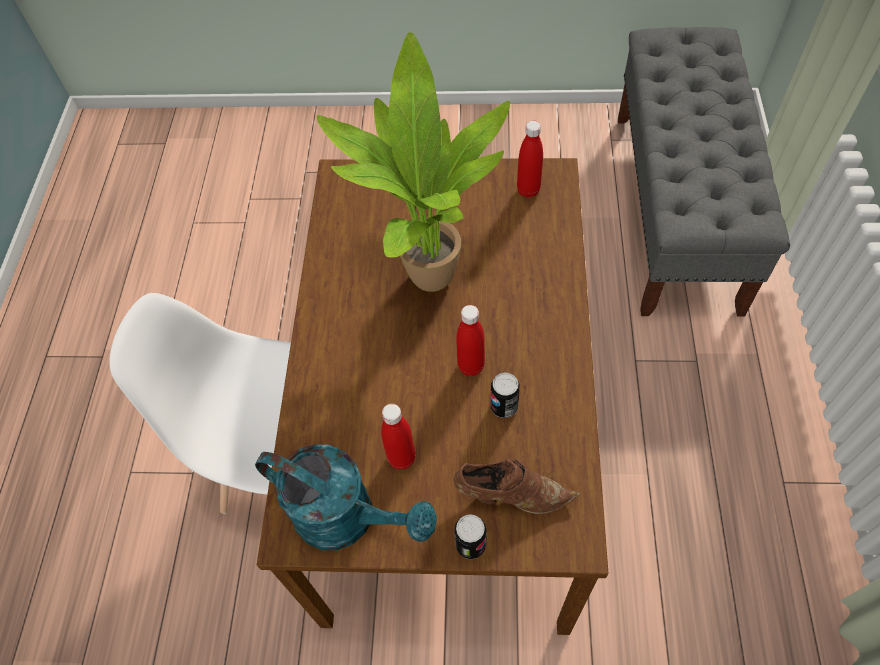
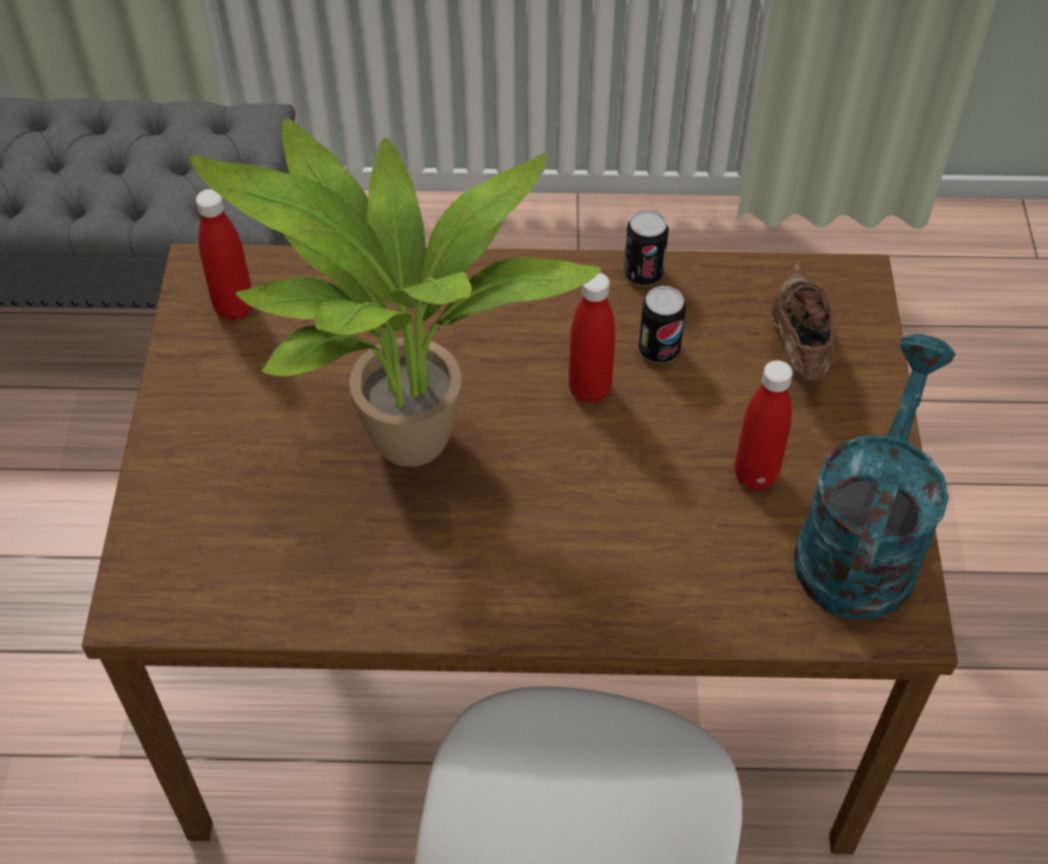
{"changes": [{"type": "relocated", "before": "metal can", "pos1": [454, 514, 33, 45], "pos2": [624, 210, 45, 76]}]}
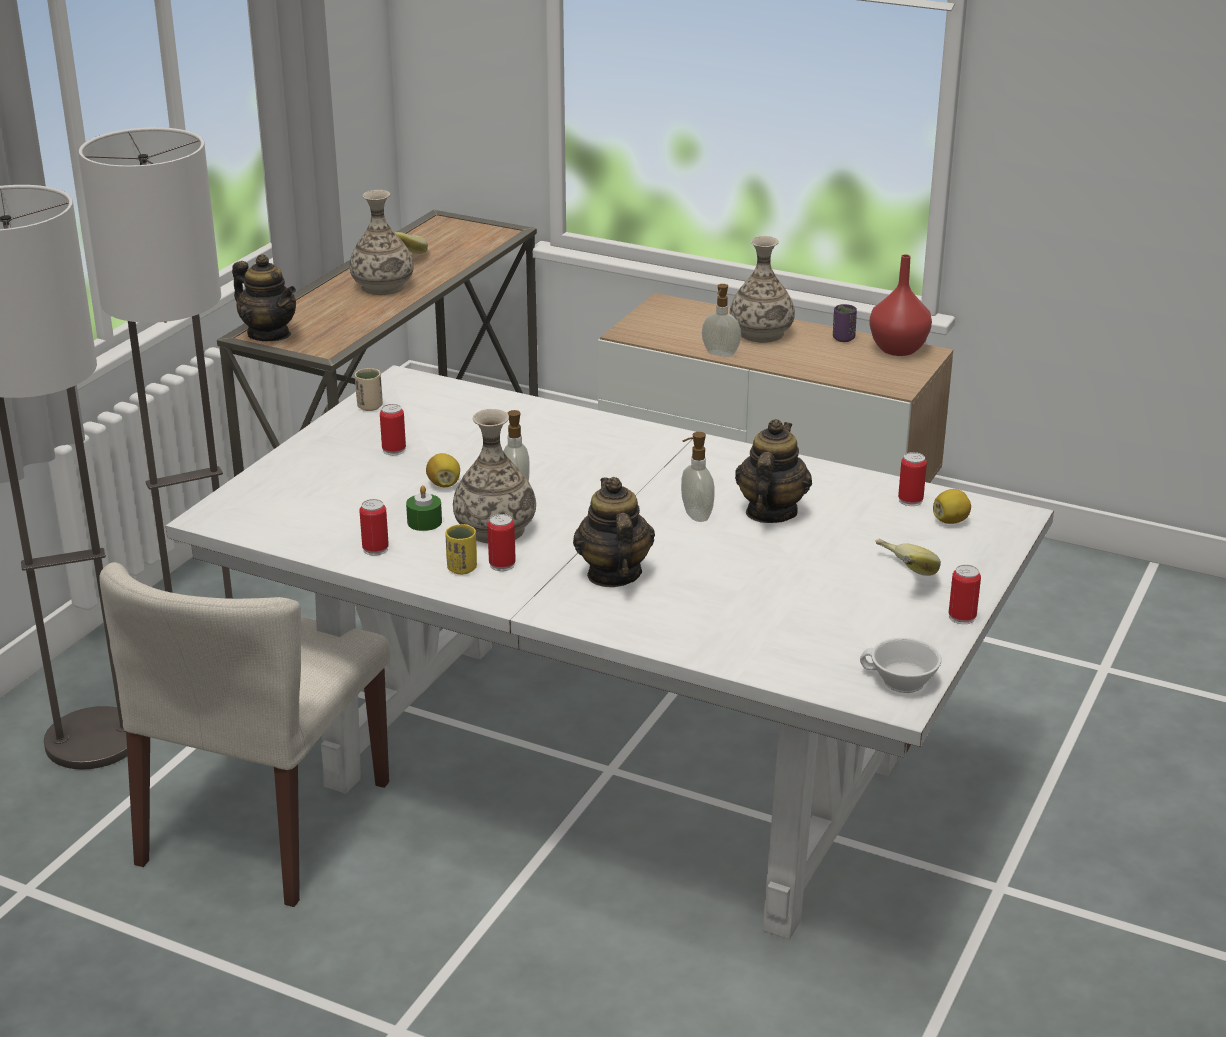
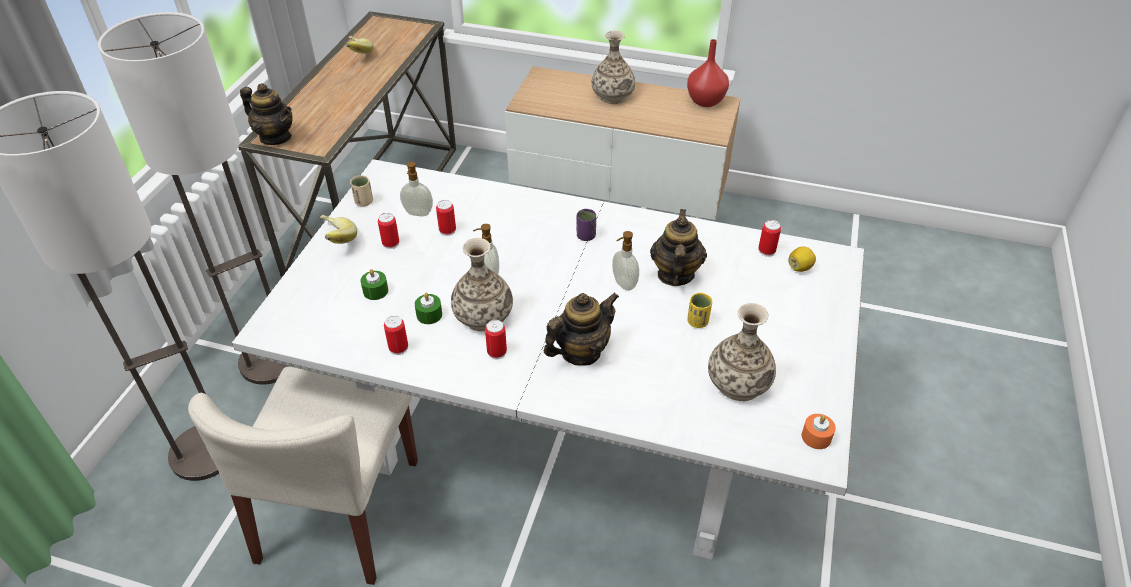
{"changes": [{"type": "missing", "before": "whole lemon", "pos1": [426, 453, 34, 34]}, {"type": "appeared", "after": "wax candle/green", "pos2": [361, 269, 27, 31]}, {"type": "relocated", "before": "decorative vase", "pos1": [349, 190, 65, 105], "pos2": [708, 303, 68, 98]}, {"type": "relocated", "before": "cup/yellow", "pos1": [445, 524, 32, 51], "pos2": [687, 293, 25, 35]}, {"type": "relocated", "before": "soap bottle", "pos1": [702, 284, 39, 73], "pos2": [400, 162, 33, 54]}, {"type": "relocated", "before": "cup/purple-coloured", "pos1": [833, 304, 24, 38], "pos2": [576, 209, 20, 32]}, {"type": "relocated", "before": "banana", "pos1": [875, 538, 66, 38], "pos2": [320, 214, 37, 30]}, {"type": "relocated", "before": "metal can", "pos1": [949, 565, 32, 59], "pos2": [436, 200, 20, 36]}, {"type": "exchanged", "before": "cup/white", "after": "wax candle/orange-coloured", "pos1": [860, 638, 82, 55], "pos2": [802, 414, 34, 35]}, {"type": "spun", "before": "tea pot", "pos1": [573, 477, 82, 110], "pos2": [544, 293, 75, 73], "turn": 75}]}
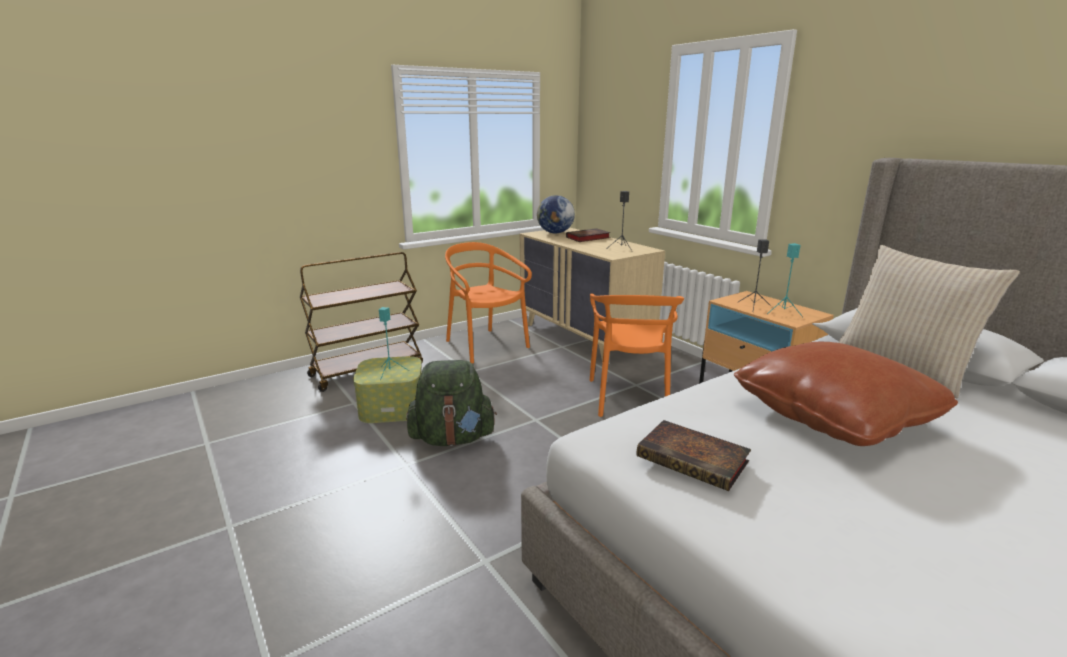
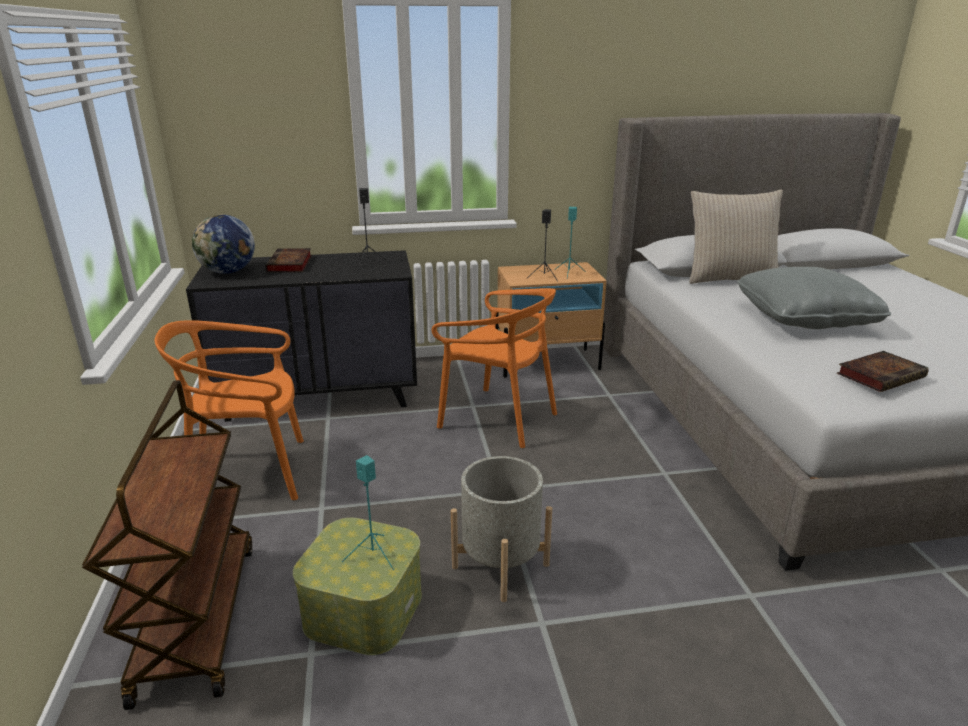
{"changes": [{"type": "exchanged", "before": "rucksack/green", "after": "planter/gray", "pos1": [406, 360, 91, 86], "pos2": [451, 456, 101, 146]}, {"type": "colour", "before": "drawer chest/beige-coloured", "after": "drawer chest/black", "pos1": [520, 227, 145, 136], "pos2": [186, 250, 231, 172]}, {"type": "colour", "before": "pillow/brown-coloured", "after": "pillow/gray", "pos1": [734, 342, 224, 104], "pos2": [737, 267, 154, 62]}]}
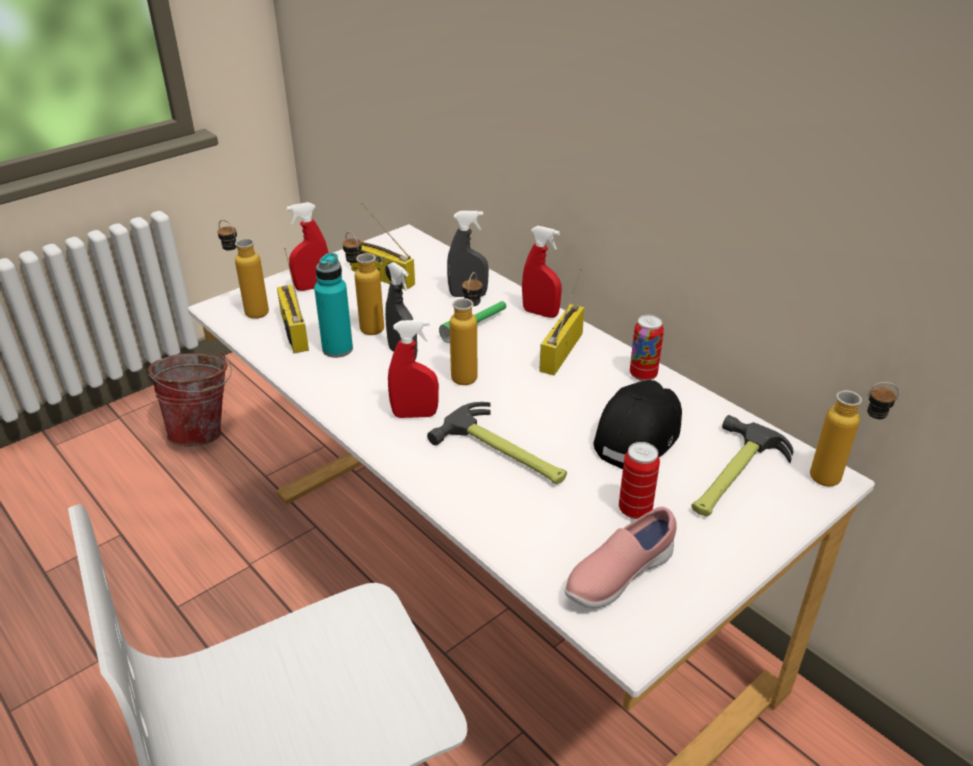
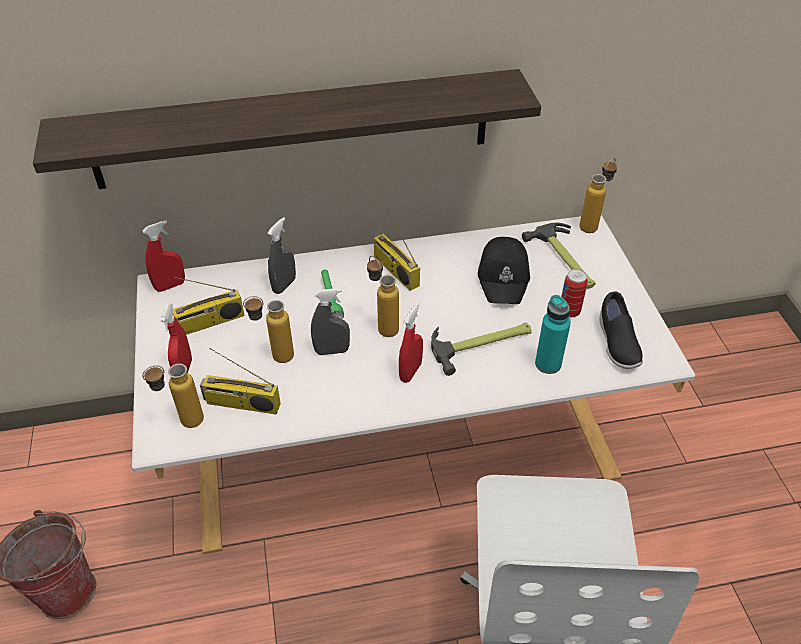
{"changes": [{"type": "missing", "before": "metal can", "pos1": [630, 315, 34, 66]}, {"type": "appeared", "after": "bracket shelf", "pos2": [33, 69, 508, 120]}, {"type": "relocated", "before": "beverage bottle/turquoise-coloured", "pos1": [314, 253, 39, 105], "pos2": [535, 295, 36, 79]}, {"type": "relocated", "before": "spray bottle/red-coloured", "pos1": [522, 226, 40, 92], "pos2": [142, 221, 43, 71]}, {"type": "colour", "before": "shoe/pinkish", "after": "shoe/black", "pos1": [564, 507, 113, 101], "pos2": [599, 291, 44, 78]}, {"type": "spun", "before": "baseball cap/black", "pos1": [593, 380, 89, 89], "pos2": [478, 237, 52, 67], "turn": -150}]}
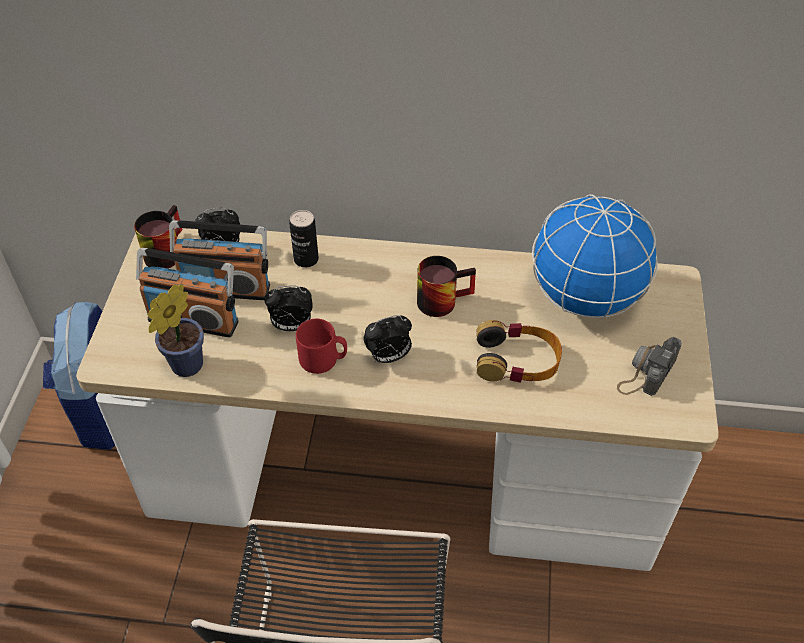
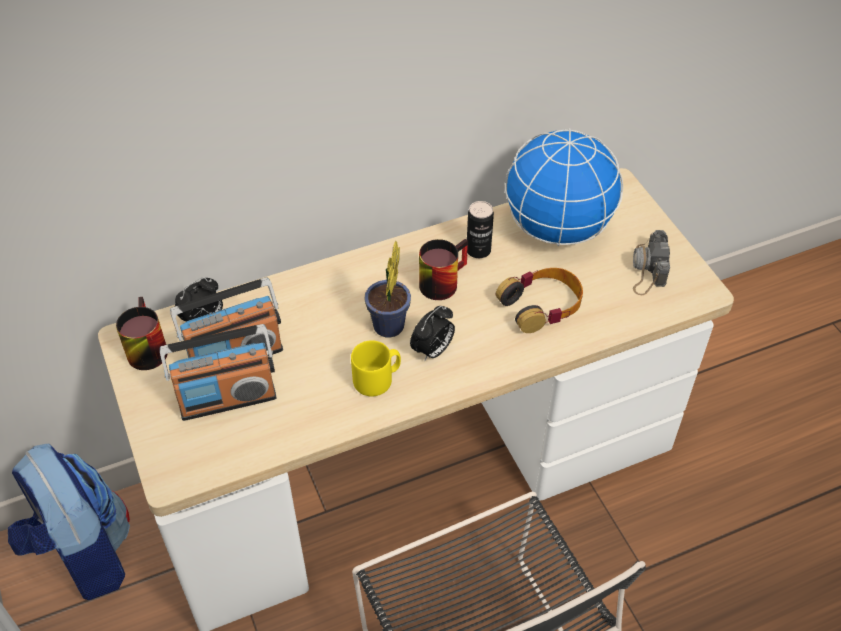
{"changes": [{"type": "missing", "before": "table clock", "pos1": [264, 285, 49, 46]}, {"type": "relocated", "before": "houseplant", "pos1": [147, 284, 57, 93], "pos2": [364, 241, 47, 97]}, {"type": "relocated", "before": "metal can", "pos1": [289, 210, 30, 57], "pos2": [467, 201, 27, 57]}, {"type": "colour", "before": "coffee mug/red-coloured", "after": "coffee mug/yellow", "pos1": [296, 319, 51, 55], "pos2": [351, 340, 50, 56]}]}
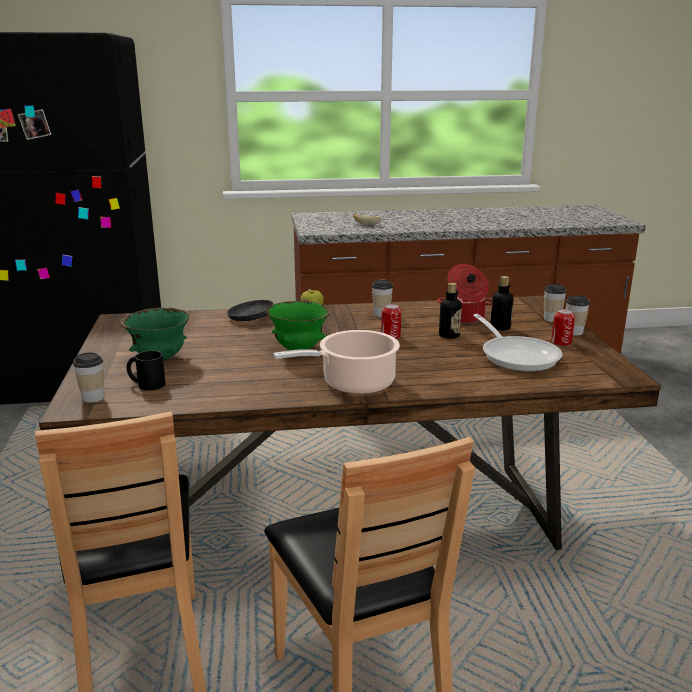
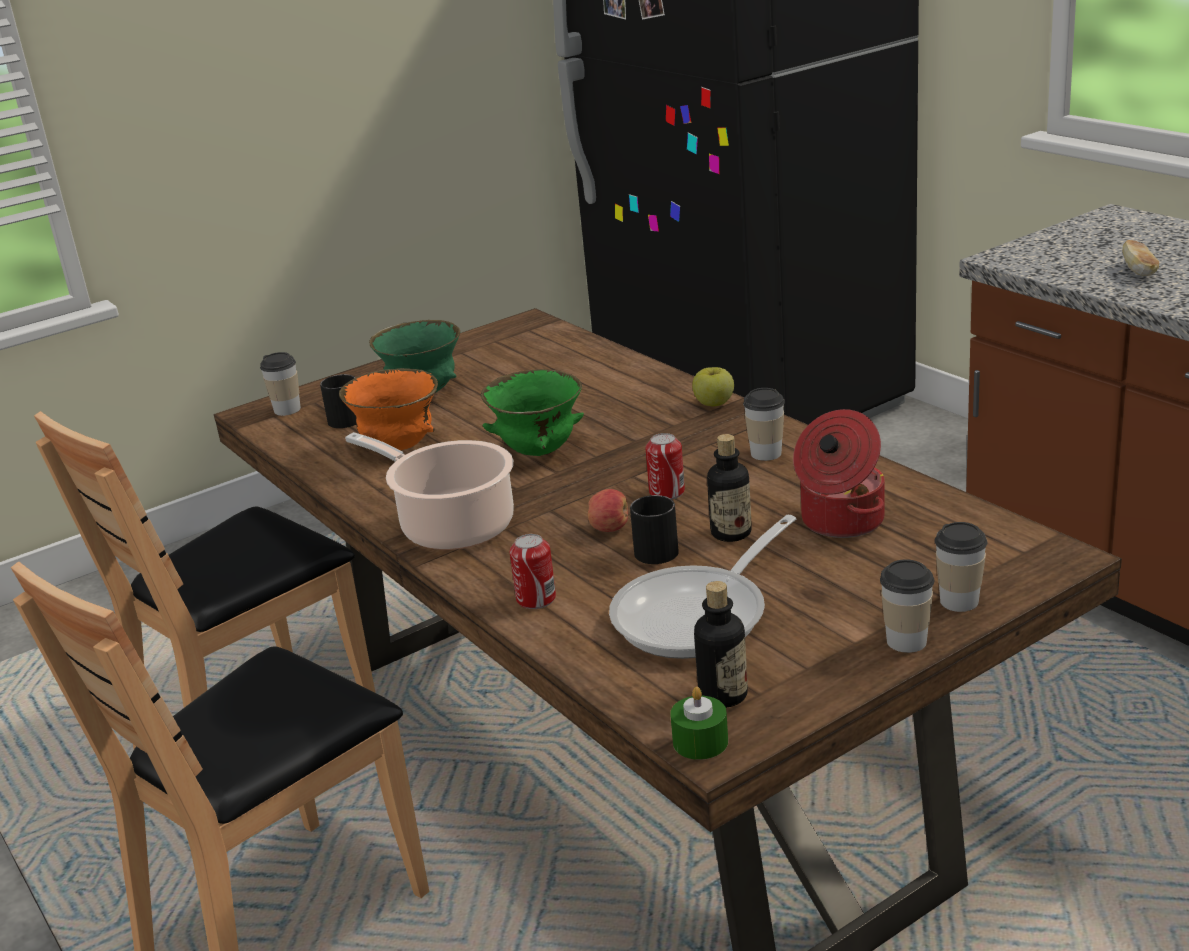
{"changes": [{"type": "missing", "before": "skillet/black", "pos1": [227, 299, 83, 22]}, {"type": "appeared", "after": "serving bowl/orange-coloured", "pos2": [339, 368, 99, 83]}, {"type": "appeared", "after": "apple fruit", "pos2": [588, 489, 40, 43]}, {"type": "appeared", "after": "coffee mug/black", "pos2": [630, 495, 49, 69]}, {"type": "appeared", "after": "wax candle/green", "pos2": [670, 687, 58, 73]}, {"type": "relocated", "before": "beverage bottle", "pos1": [490, 276, 24, 55], "pos2": [694, 581, 54, 127]}, {"type": "relocated", "before": "metal can", "pos1": [551, 309, 24, 37], "pos2": [510, 534, 46, 75]}]}
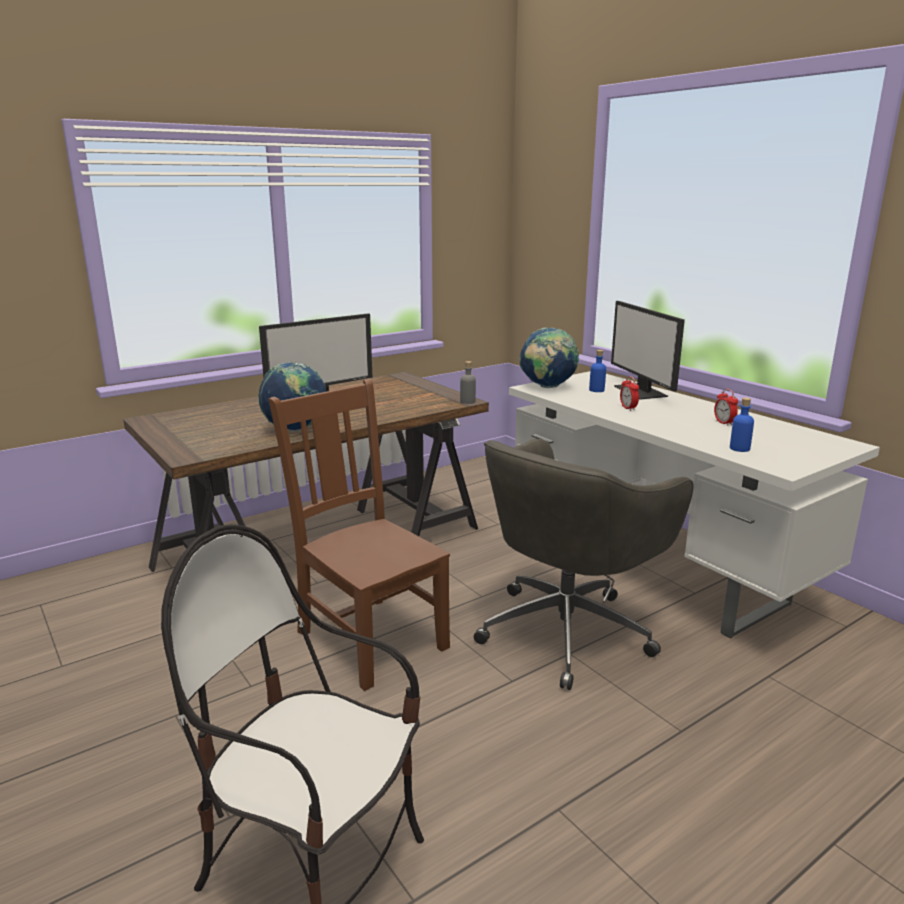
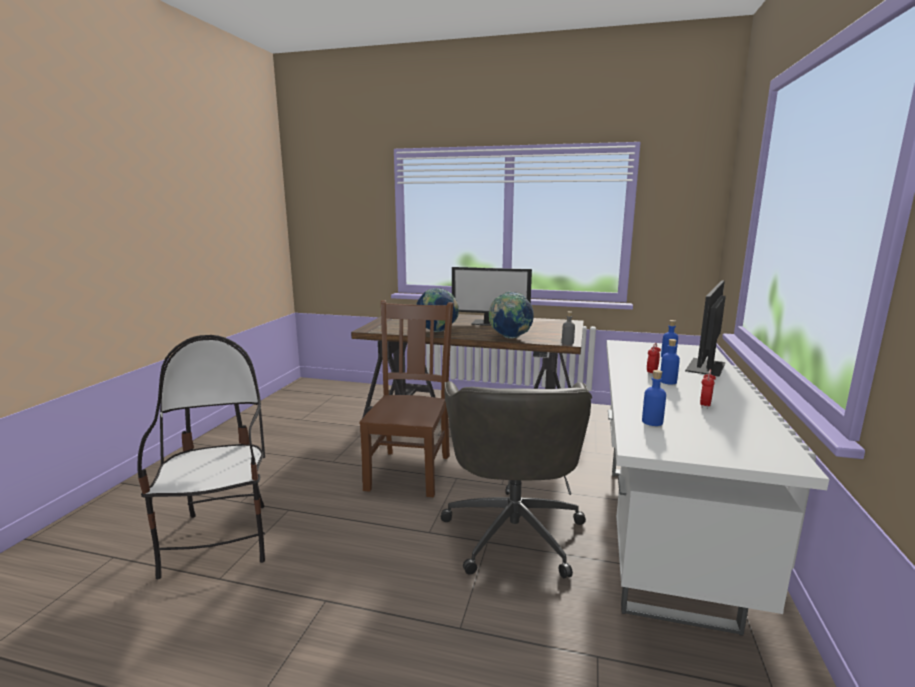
{"changes": [{"type": "appeared", "after": "beverage bottle/blue-coloured", "pos2": [660, 339, 20, 46]}, {"type": "relocated", "before": "world globe", "pos1": [520, 327, 59, 61], "pos2": [489, 292, 45, 47]}, {"type": "spun", "before": "office chair/gray", "pos1": [474, 439, 219, 251], "pos2": [441, 381, 151, 197], "turn": -90}]}
